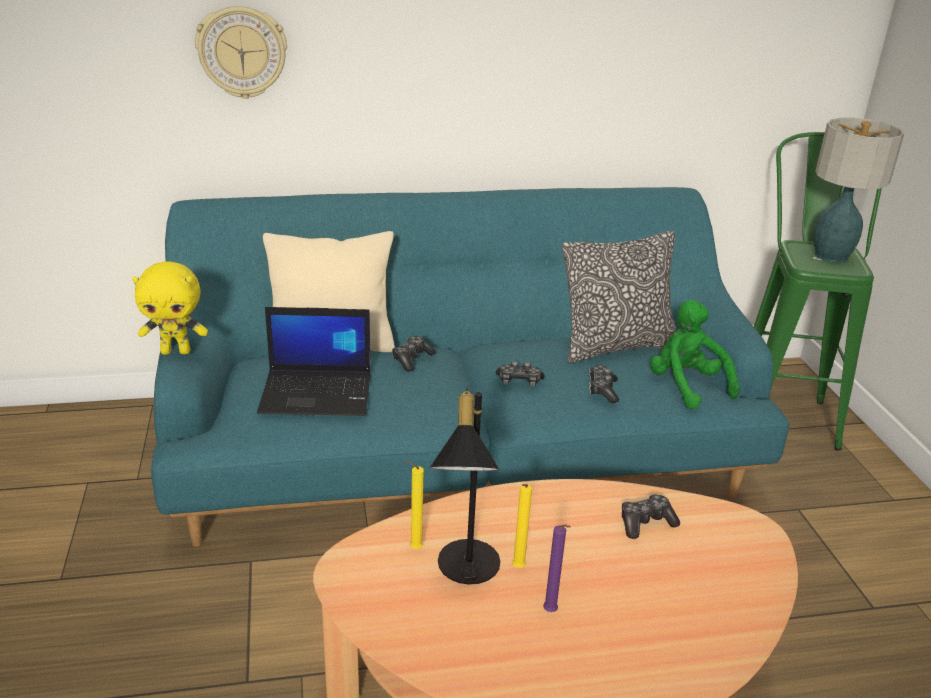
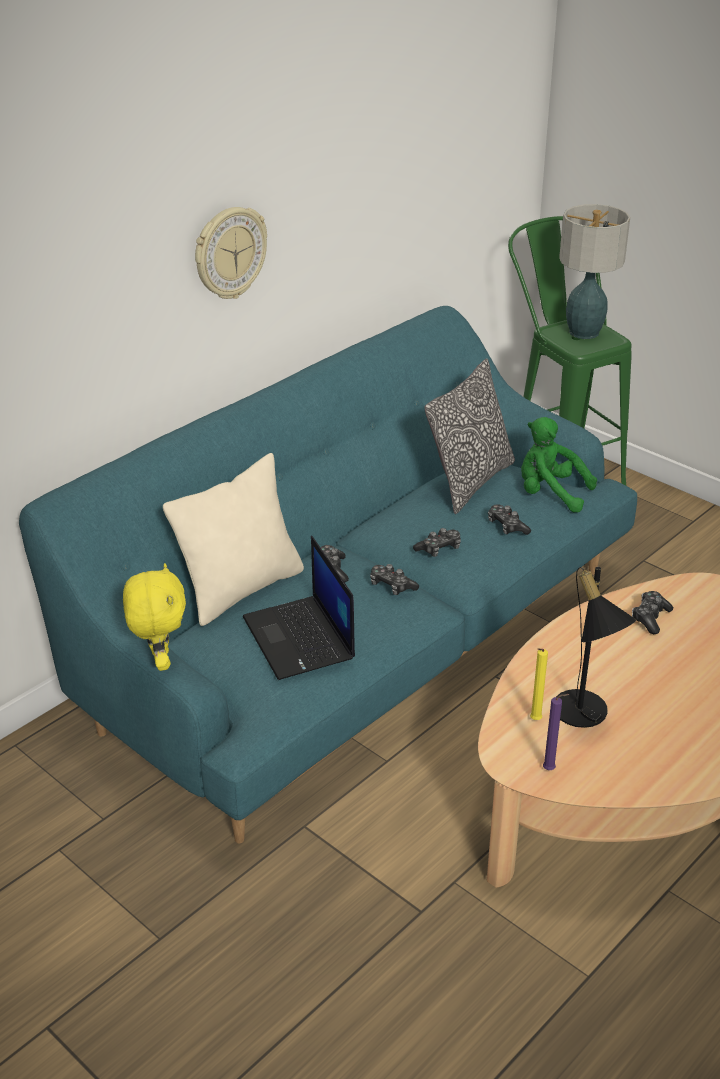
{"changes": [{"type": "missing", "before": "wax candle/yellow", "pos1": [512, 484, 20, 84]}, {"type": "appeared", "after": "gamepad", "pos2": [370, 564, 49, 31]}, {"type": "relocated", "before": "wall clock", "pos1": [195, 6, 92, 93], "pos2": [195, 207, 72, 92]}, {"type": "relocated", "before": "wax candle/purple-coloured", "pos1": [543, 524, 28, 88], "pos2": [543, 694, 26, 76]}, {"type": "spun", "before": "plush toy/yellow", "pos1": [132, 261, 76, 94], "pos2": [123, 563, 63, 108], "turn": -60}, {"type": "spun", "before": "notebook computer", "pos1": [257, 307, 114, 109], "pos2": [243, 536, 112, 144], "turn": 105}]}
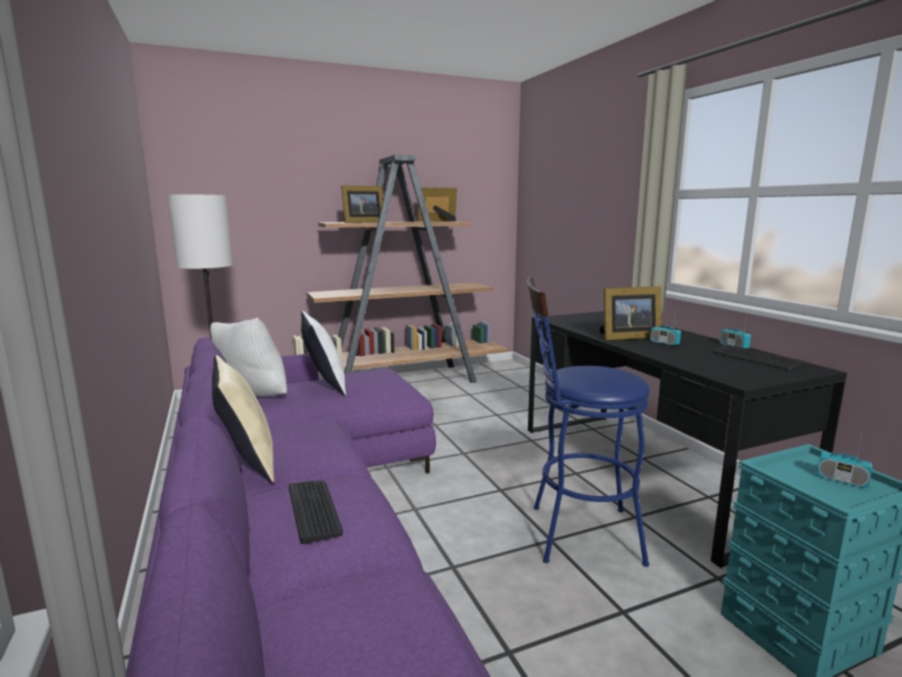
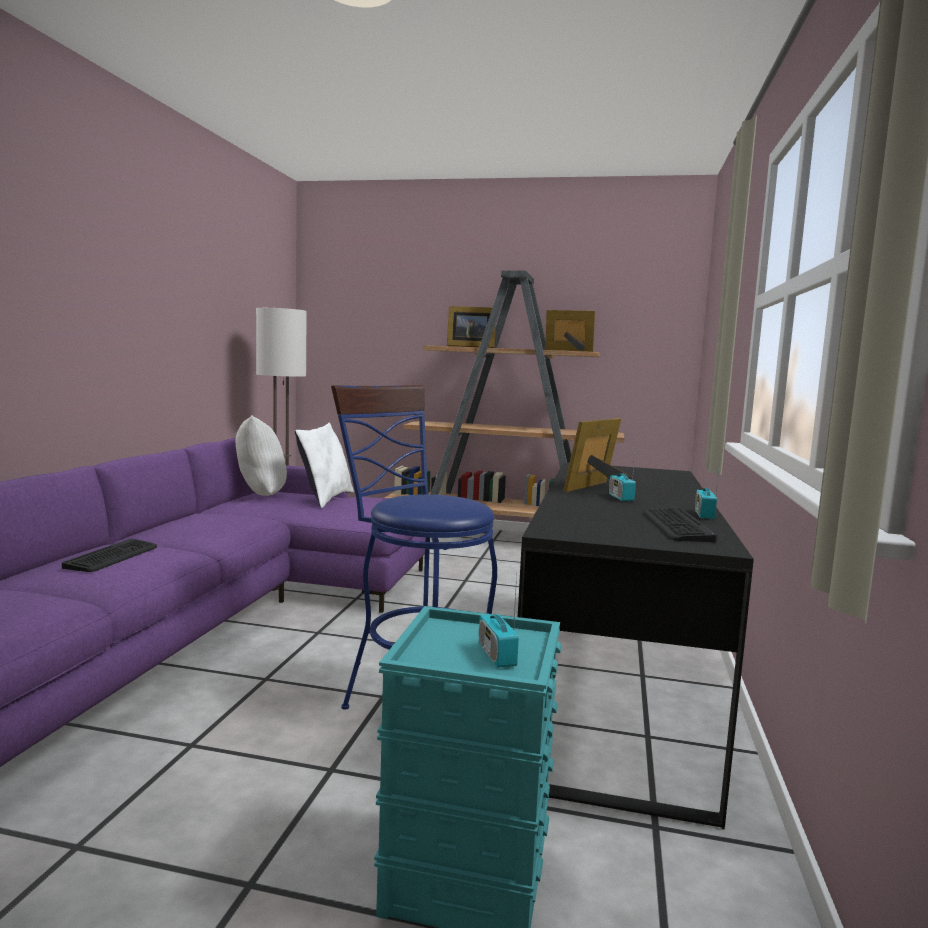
{"changes": [{"type": "missing", "before": "pillow/beige-coloured", "pos1": [212, 355, 62, 128]}, {"type": "spun", "before": "standing frame", "pos1": [600, 286, 62, 55], "pos2": [563, 418, 69, 74], "turn": 105}]}
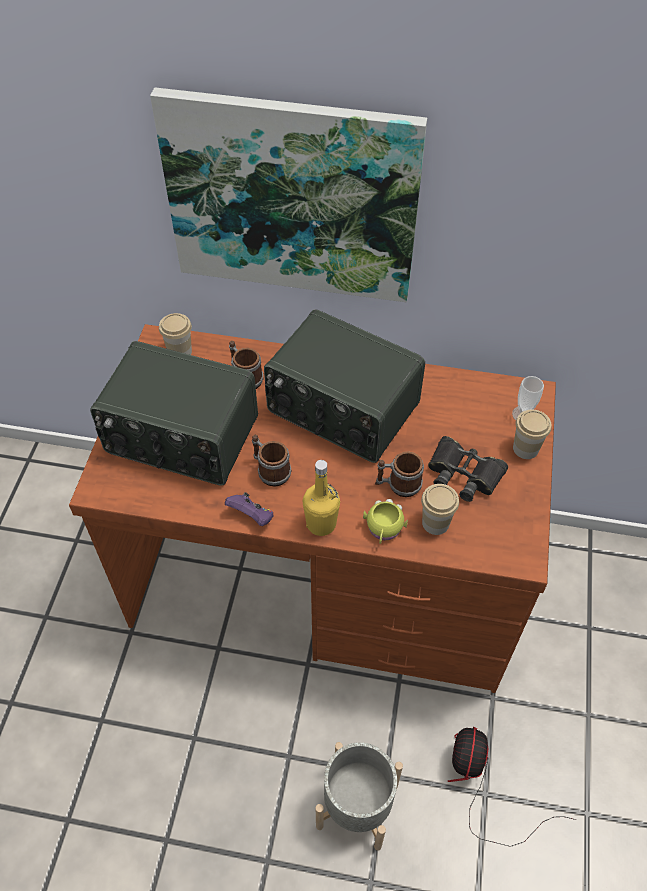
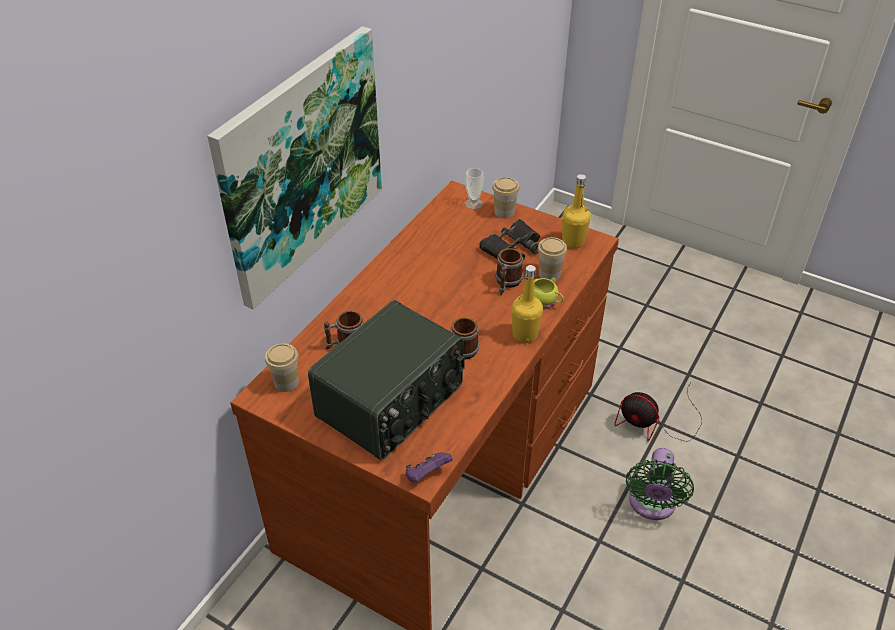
{"changes": [{"type": "missing", "before": "radio", "pos1": [264, 310, 161, 153]}, {"type": "appeared", "after": "beverage bottle/yellow", "pos2": [562, 174, 29, 75]}, {"type": "relocated", "before": "gamepad/purple-coloured", "pos1": [225, 492, 49, 34], "pos2": [406, 452, 46, 30]}, {"type": "exchanged", "before": "planter/gray", "after": "fan/green", "pos1": [316, 742, 87, 109], "pos2": [626, 448, 68, 72]}]}
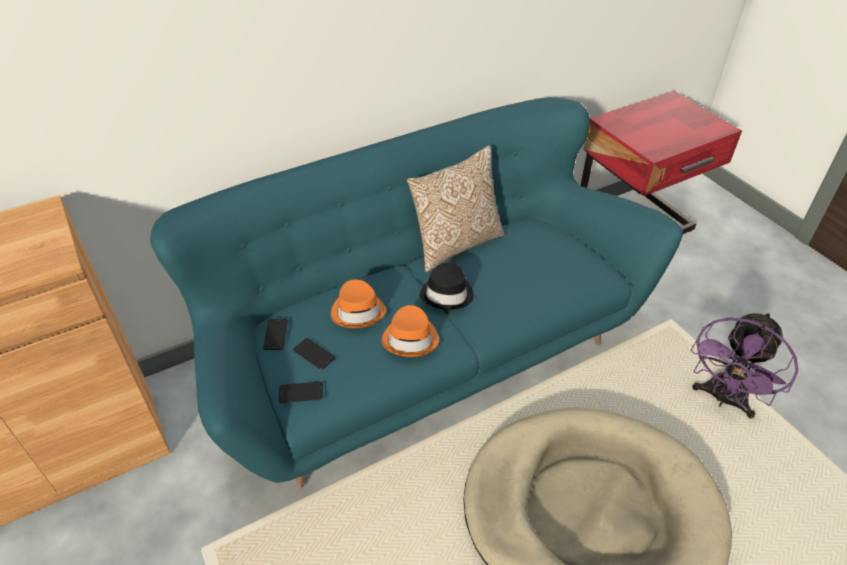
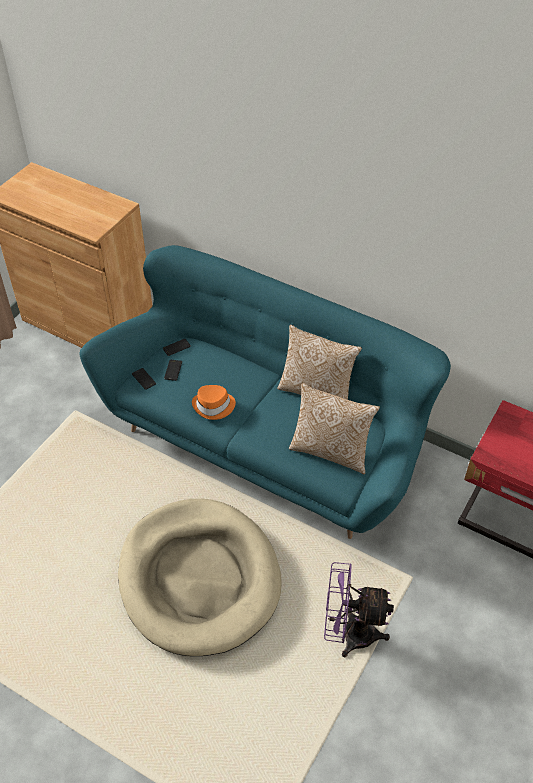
{"changes": [{"type": "missing", "before": "hat/orange-coloured", "pos1": [331, 280, 55, 48]}, {"type": "missing", "before": "hat/black", "pos1": [420, 263, 54, 47]}, {"type": "appeared", "after": "pillow", "pos2": [289, 383, 91, 91]}]}
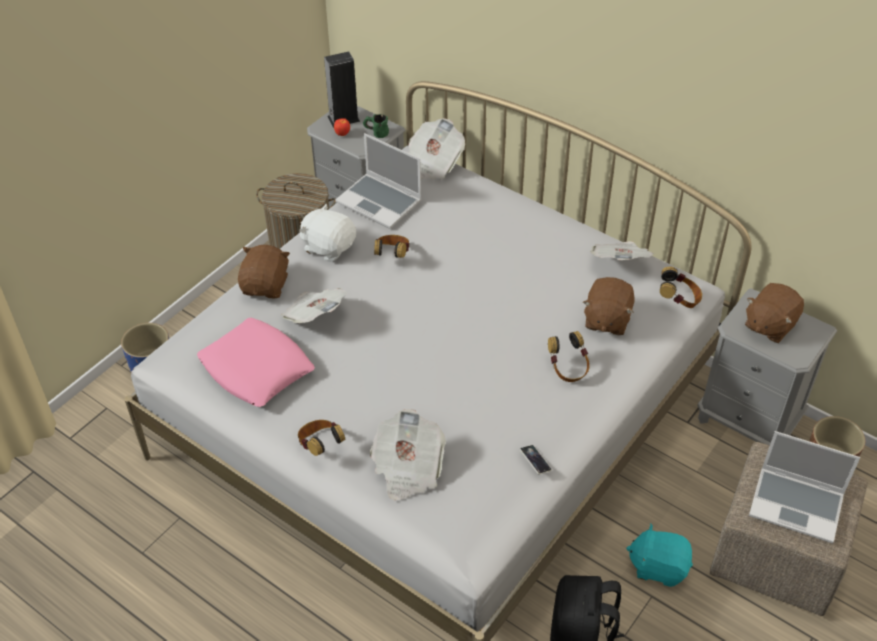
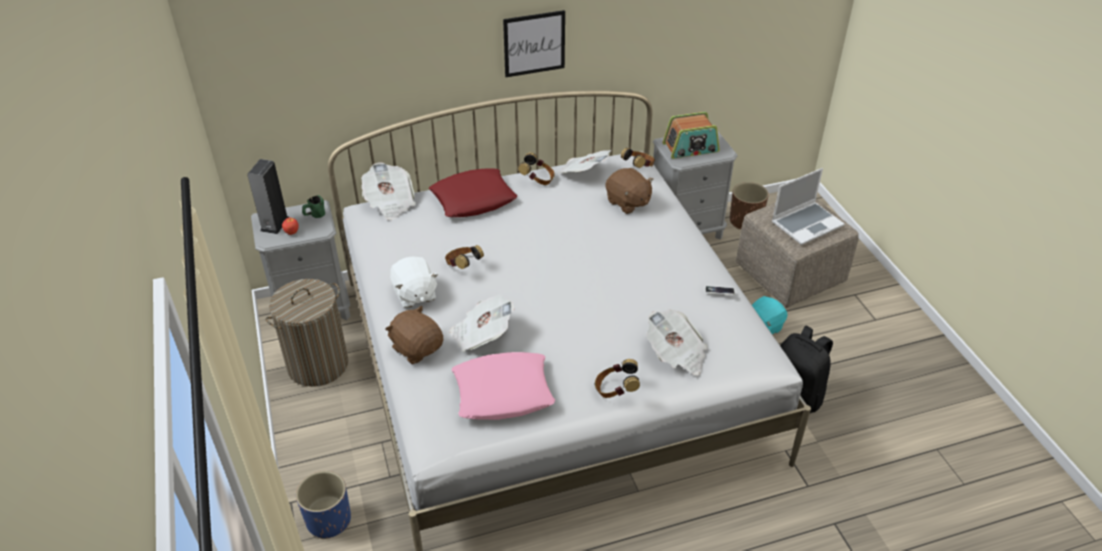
{"changes": [{"type": "missing", "before": "notebook computer", "pos1": [335, 133, 87, 96]}, {"type": "appeared", "after": "pillow/red-coloured", "pos2": [429, 168, 88, 49]}, {"type": "appeared", "after": "picture", "pos2": [503, 10, 62, 67]}, {"type": "relocated", "before": "pair of headphones", "pos1": [548, 331, 41, 51], "pos2": [518, 152, 37, 33]}, {"type": "exchanged", "before": "plush toy/brown-coloured", "after": "radio", "pos1": [745, 283, 59, 60], "pos2": [663, 112, 57, 47]}, {"type": "spun", "before": "plush toy/white", "pos1": [299, 204, 57, 58], "pos2": [390, 256, 48, 52], "turn": -90}]}
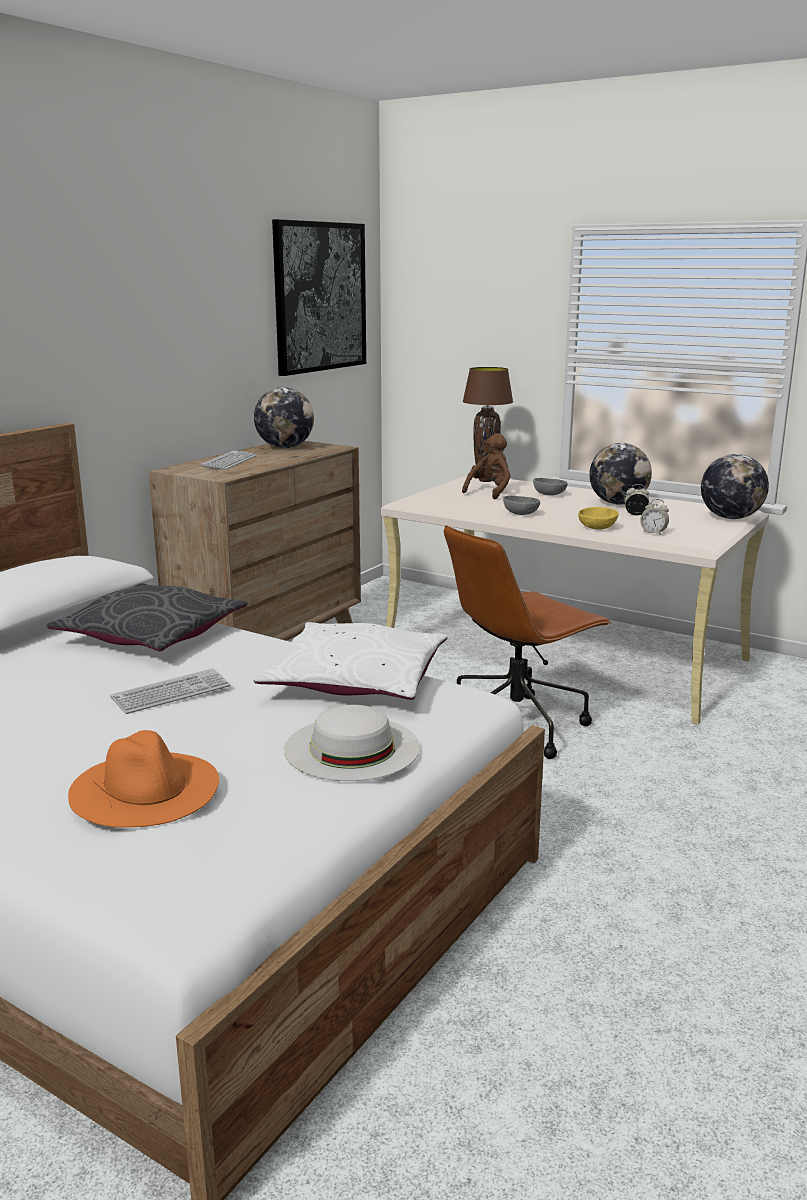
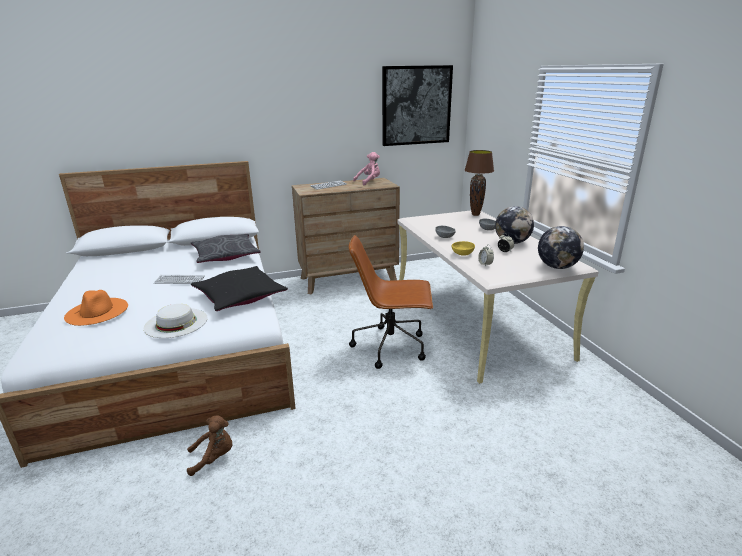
{"changes": [{"type": "relocated", "before": "plush toy/brown-coloured", "pos1": [462, 433, 49, 66], "pos2": [187, 415, 45, 61]}, {"type": "exchanged", "before": "world globe", "after": "plush toy/pinkish", "pos1": [254, 387, 60, 61], "pos2": [353, 152, 27, 33]}, {"type": "colour", "before": "pillow/white", "after": "pillow/black", "pos1": [253, 622, 195, 78], "pos2": [191, 266, 97, 45]}]}
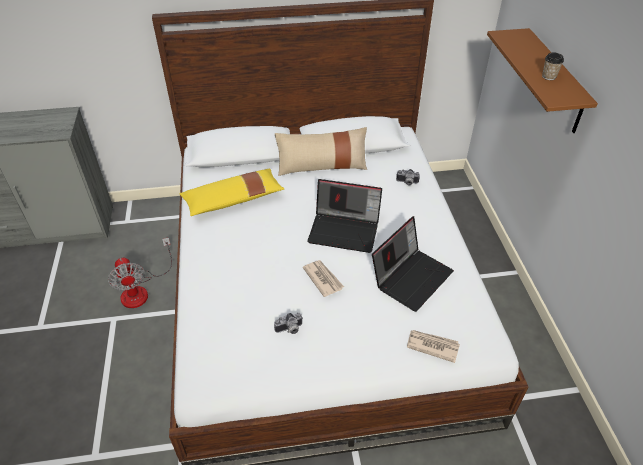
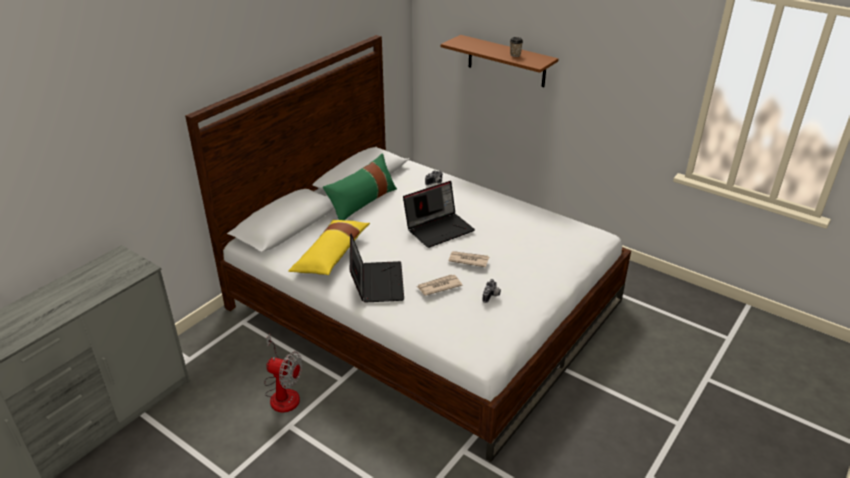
{"changes": [{"type": "relocated", "before": "notebook computer", "pos1": [372, 216, 82, 96], "pos2": [350, 234, 54, 69]}, {"type": "relocated", "before": "newspaper", "pos1": [407, 330, 53, 33], "pos2": [417, 274, 45, 22]}, {"type": "colour", "before": "pillow/beige-coloured", "after": "pillow/green", "pos1": [275, 127, 92, 49], "pos2": [323, 153, 74, 67]}]}
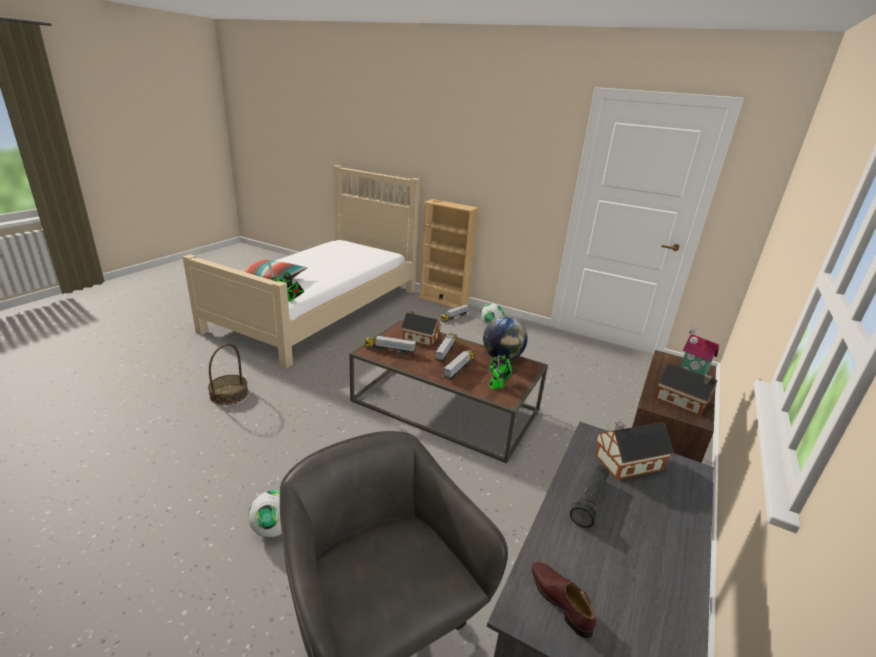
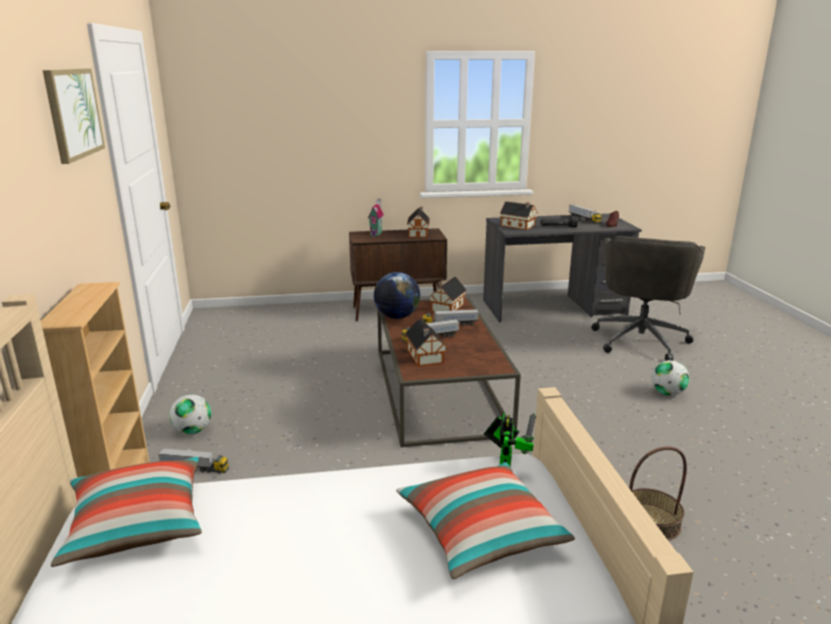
{"changes": [{"type": "appeared", "after": "picture", "pos2": [43, 69, 62, 95]}, {"type": "appeared", "after": "pillow", "pos2": [51, 457, 151, 110]}, {"type": "relocated", "before": "toy lorry", "pos1": [365, 335, 51, 20], "pos2": [569, 205, 33, 19]}, {"type": "exchanged", "before": "model robot", "after": "miniature house", "pos1": [489, 355, 24, 35], "pos2": [428, 277, 39, 35]}]}
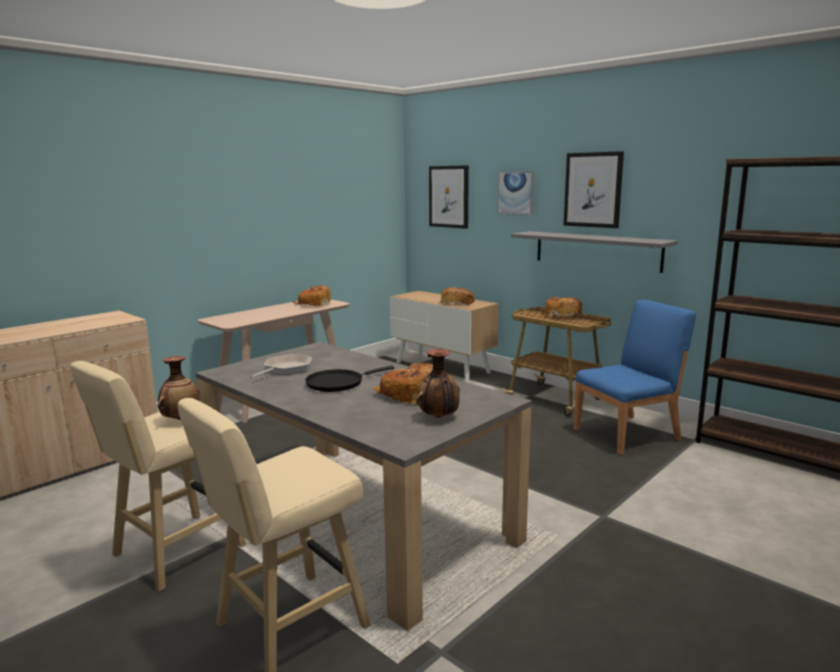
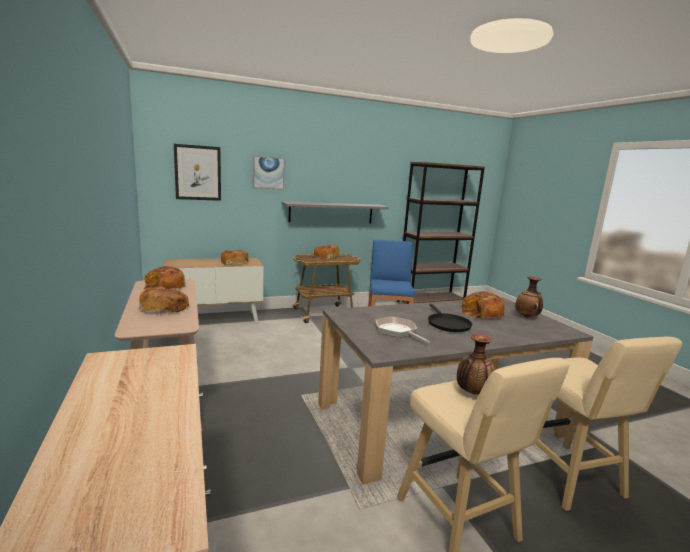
{"changes": [{"type": "missing", "before": "picture", "pos1": [563, 151, 61, 77]}, {"type": "appeared", "after": "bakery bread", "pos2": [139, 287, 50, 27]}]}
